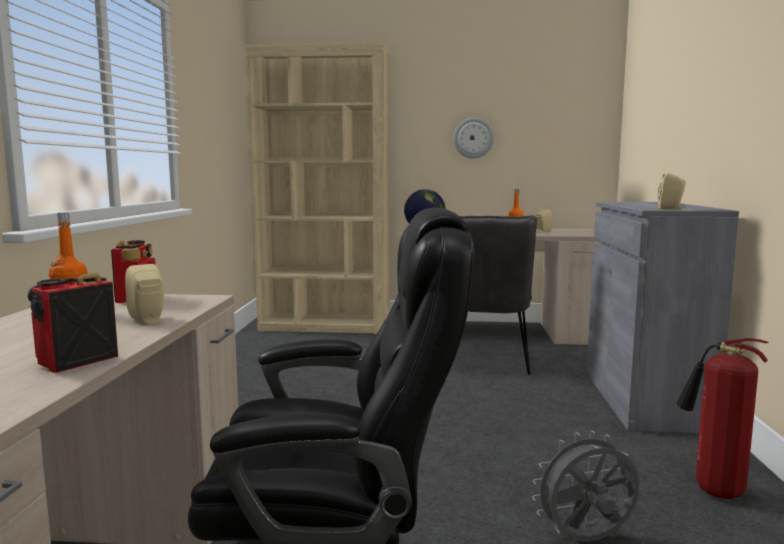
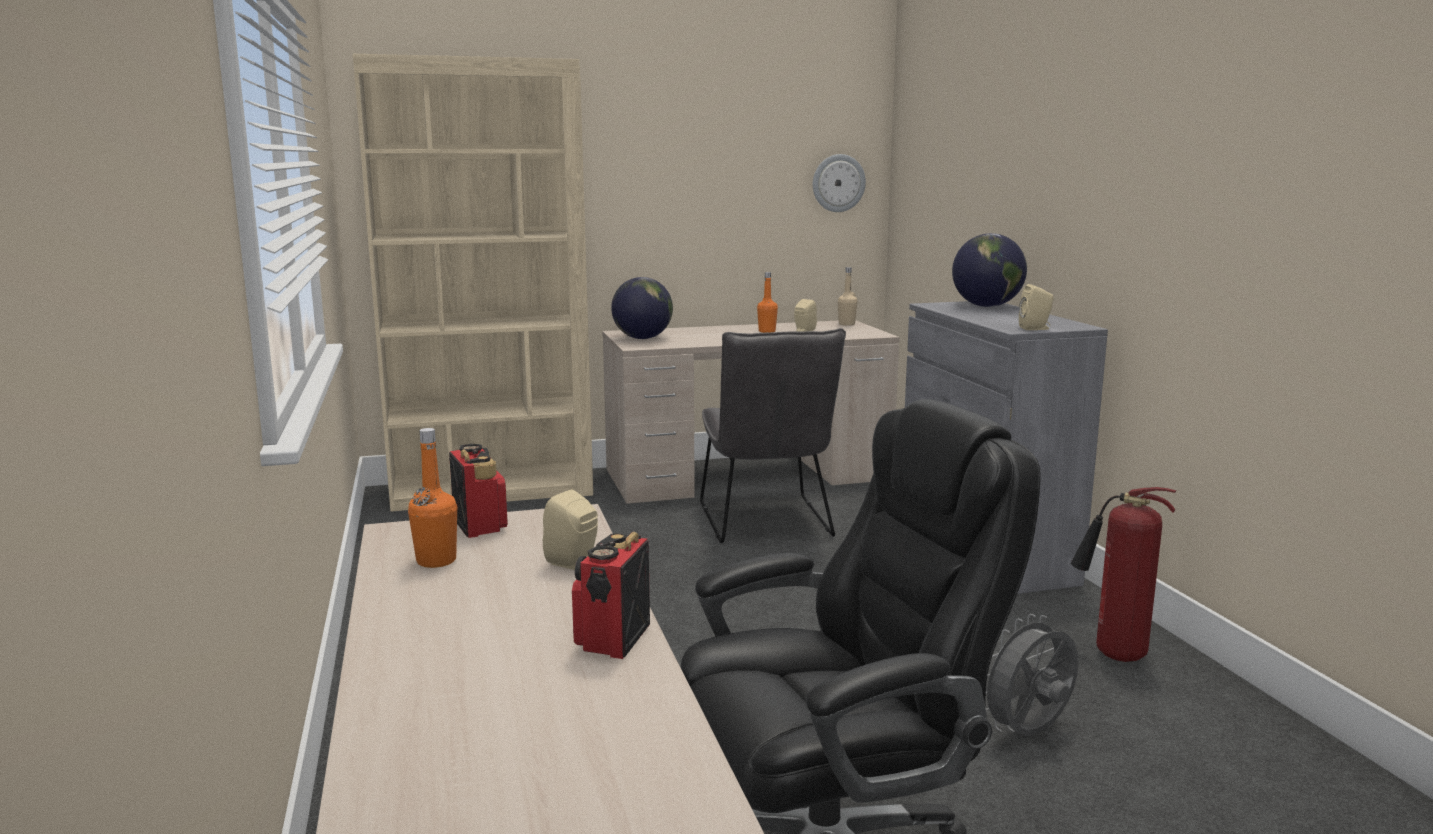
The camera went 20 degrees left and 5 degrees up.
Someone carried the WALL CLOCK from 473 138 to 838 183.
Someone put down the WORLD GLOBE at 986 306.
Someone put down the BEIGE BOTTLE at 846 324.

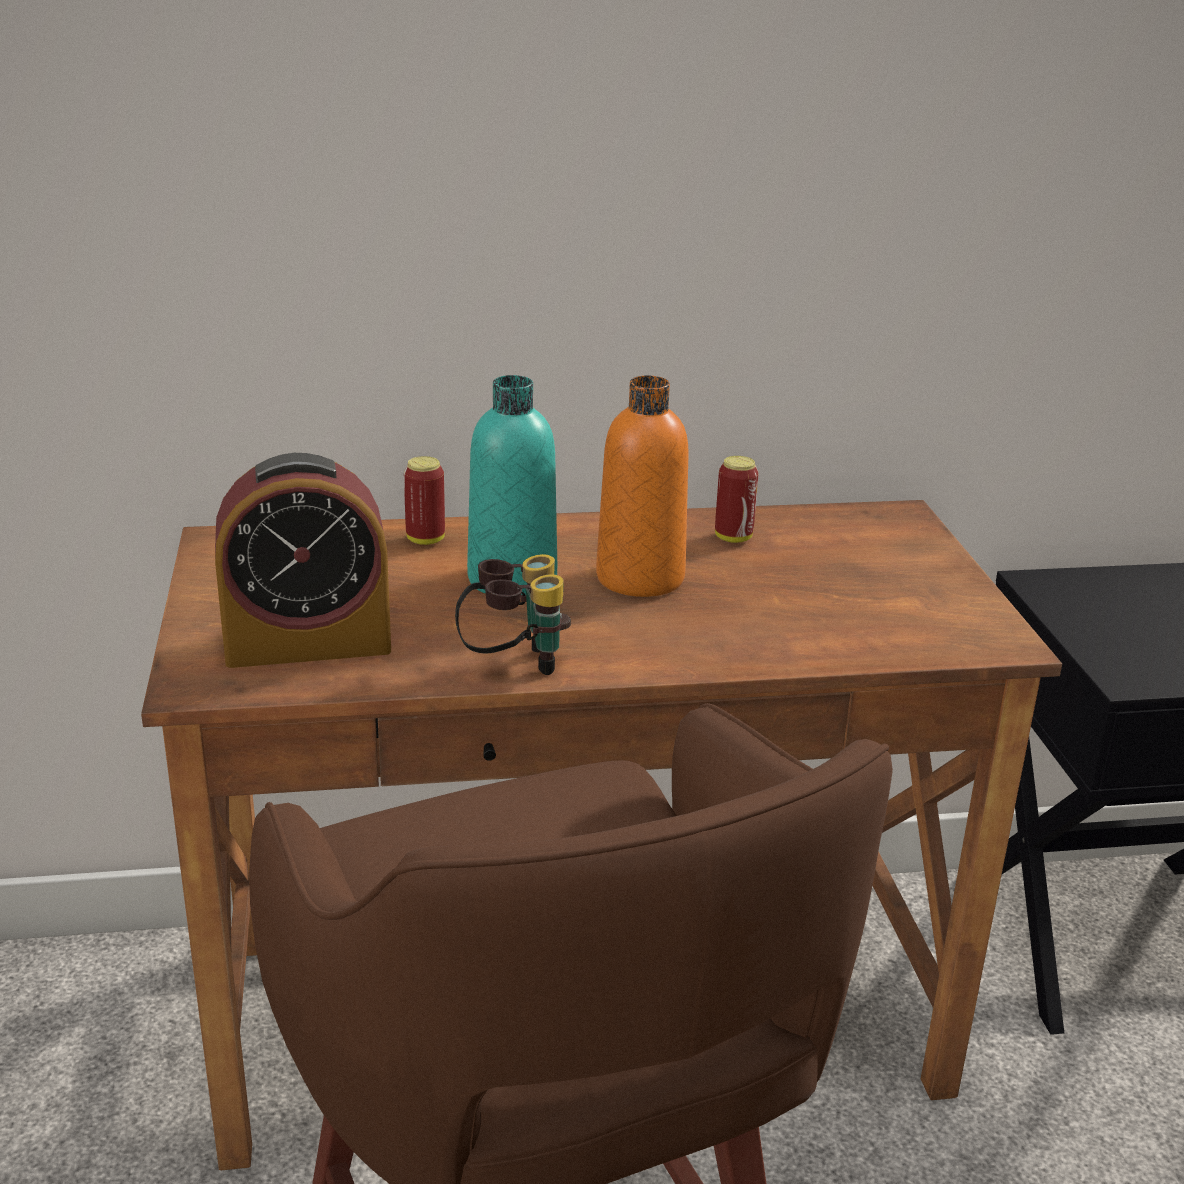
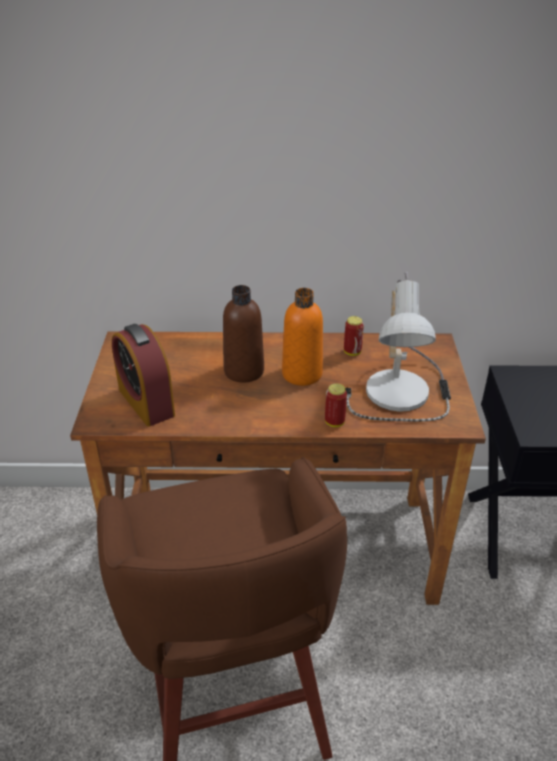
The camera went 10 degrees right and 10 degrees up.
Someone repainted the BLUE-GREEN BOTTLE at 512 579, which became the BROWNISH BOTTLE at 244 371.
Someone rotated the BEDSIDE CLOCK at 307 643 by 60 degrees clockwise.
Someone carried the METAL CAN from 425 539 to 334 422.
Someone took away the PAIR OF BINOCULARS at 513 664.
Someone put down the TABLETOP LAMP at 404 394.

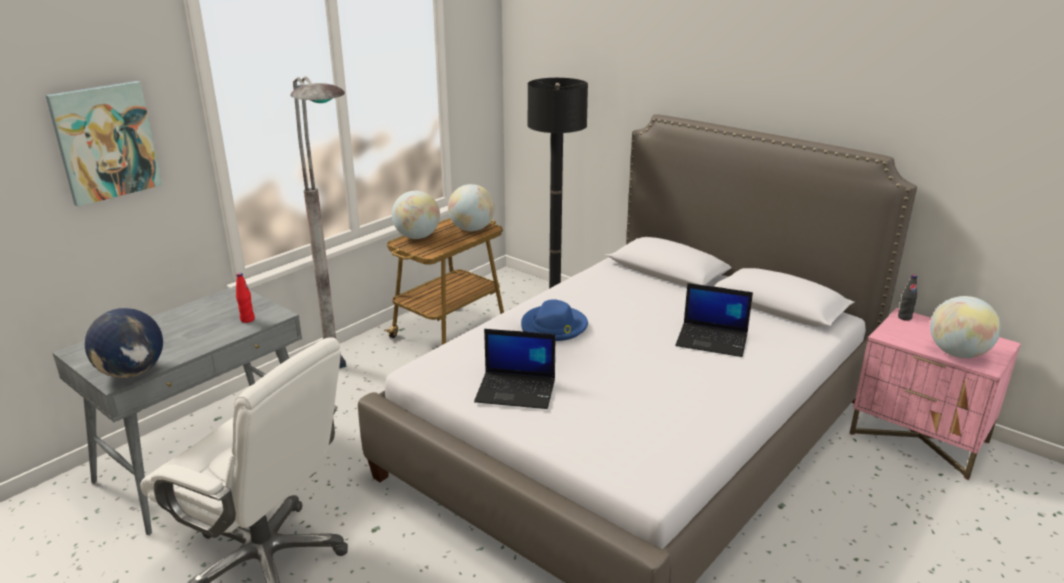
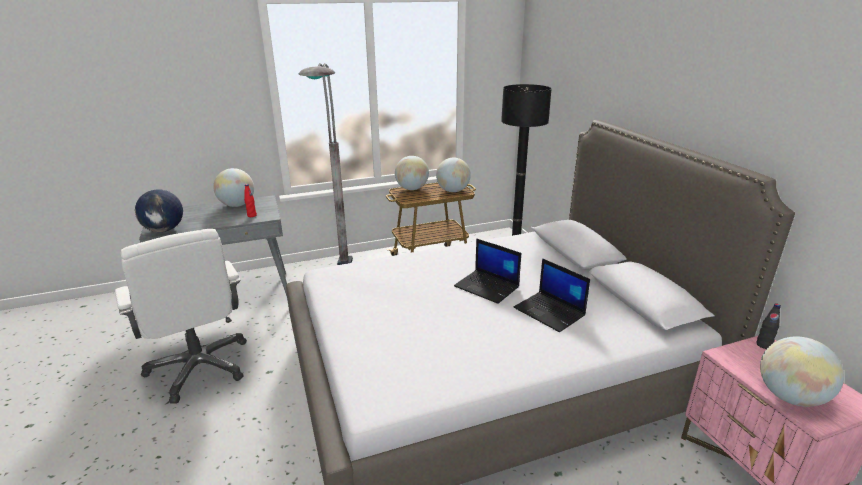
The camera went 30 degrees right and 0 degrees up.
Someone took away the PICTURE at 105 142.
Someone took away the BLUE-COLOURED WEARABLE HAT at 554 326.
Someone carried the PORTABLE COMPUTER from 517 390 to 487 287.
Someone put down the WORLD GLOBE at 237 205.

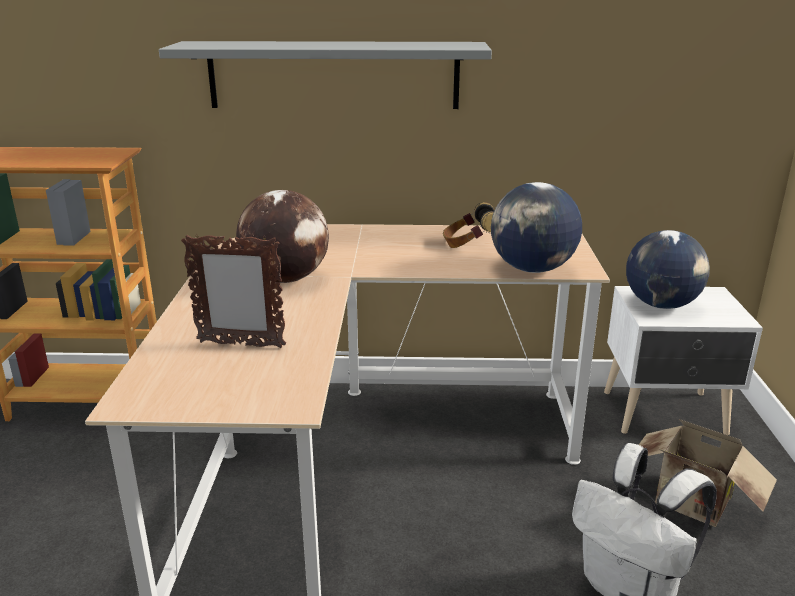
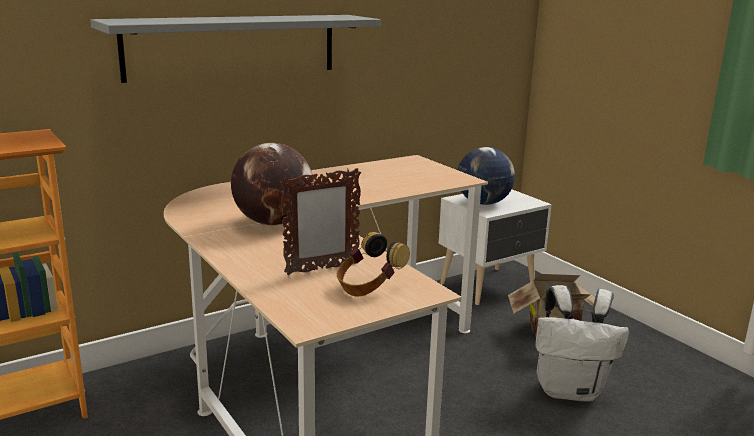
The camera went 35 degrees left and 5 degrees down.
Someone took away the WORLD GLOBE at 531 269.
Someone carried the HEADSET from 469 245 to 369 287.

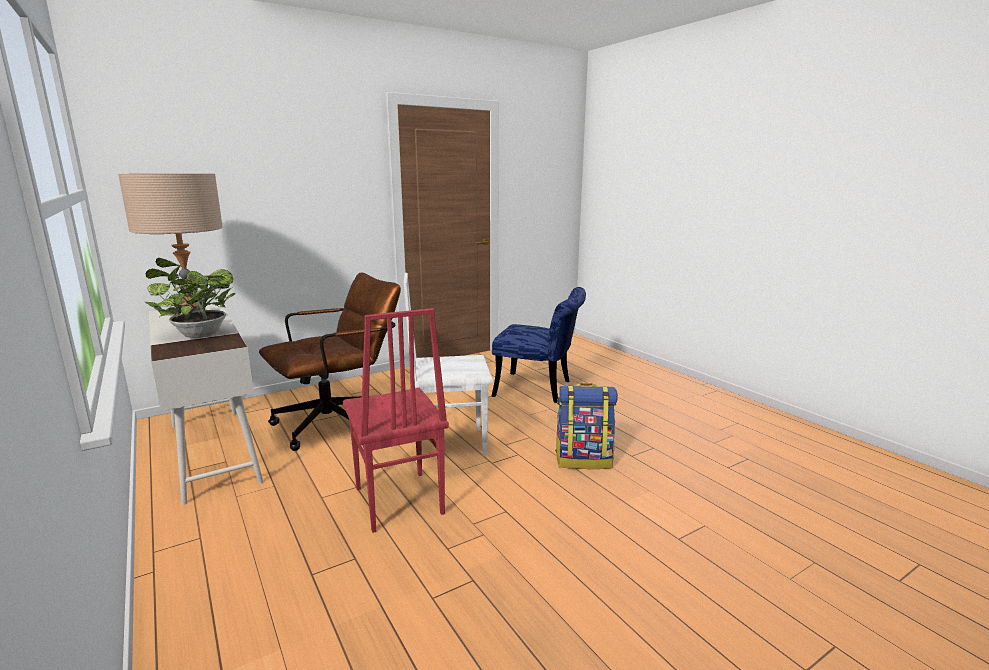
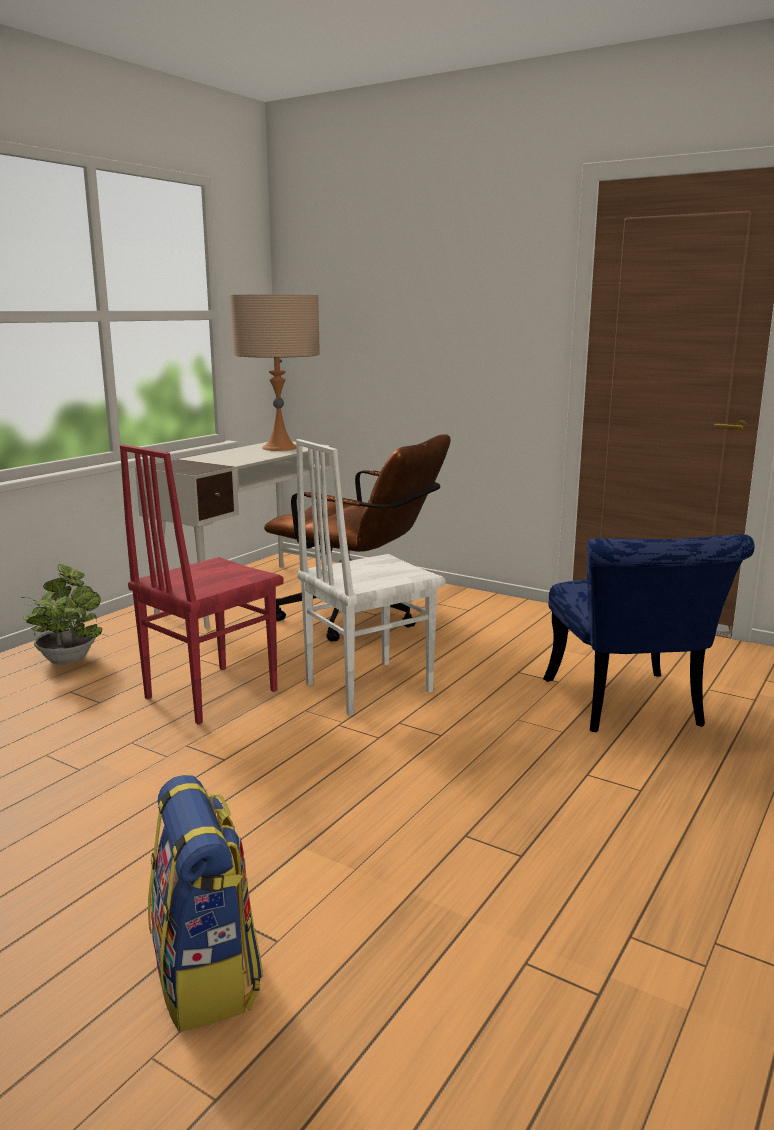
The camera went 65 degrees right and 0 degrees up.
Someone carried the HOUSEPLANT from 197 335 to 68 658.
Someone rotated the WHITE-COLOURED PLAIN CHAIR at 449 443 by 90 degrees counterclockwise.
Someone carried the KNAPSACK from 584 460 to 207 975.

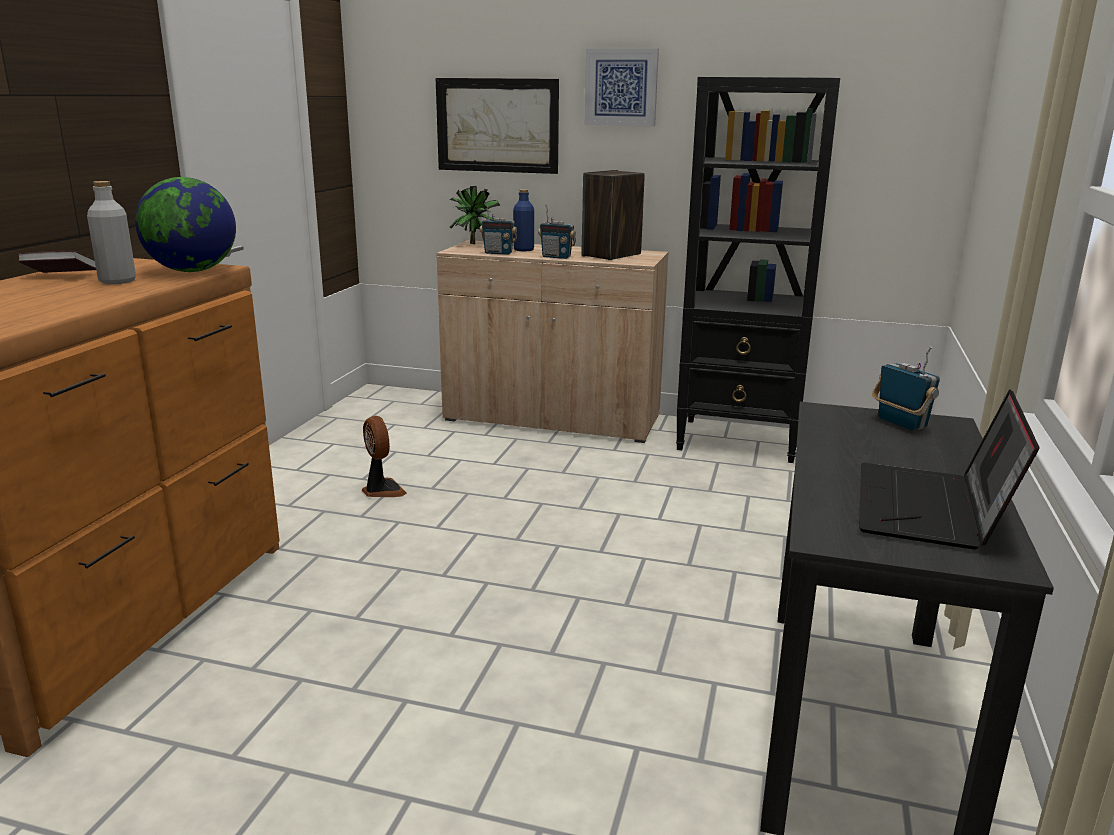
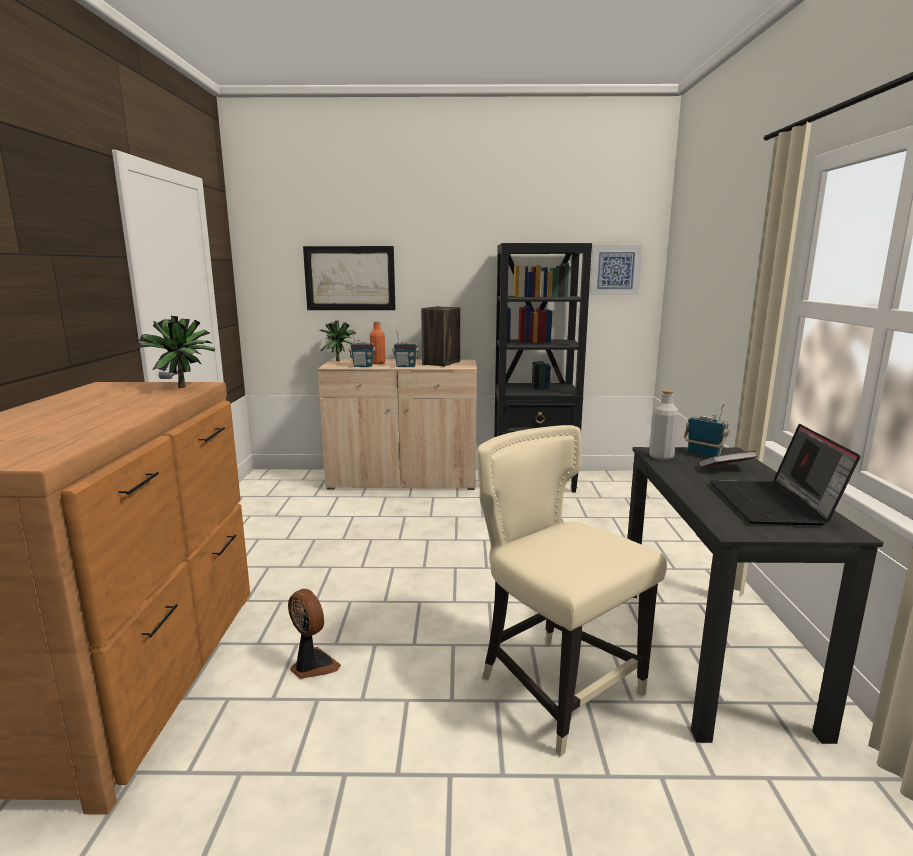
The camera went 15 degrees left and 5 degrees down.
Someone carried the PICTURE from 621 87 to 615 270.
Someone swapped the WORLD GLOBE at 192 271 for the HOUSEPLANT at 184 388.
Someone carried the GRAY BOTTLE from 117 281 to 661 456.
Someone repainted the BLUE-COLOURED BOTTLE at 523 250, which became the ORANGE BOTTLE at 378 363.
Someone carried the BOOK from 62 276 to 725 469.
Someone carried the ELECTRIC FAN from 382 490 to 312 666.
Someone put down the BEIGE PLAIN CHAIR at 556 687.

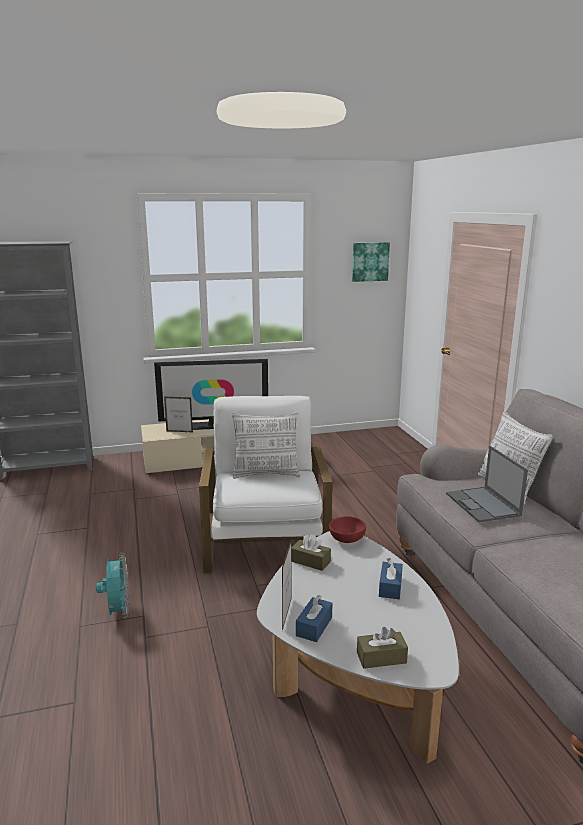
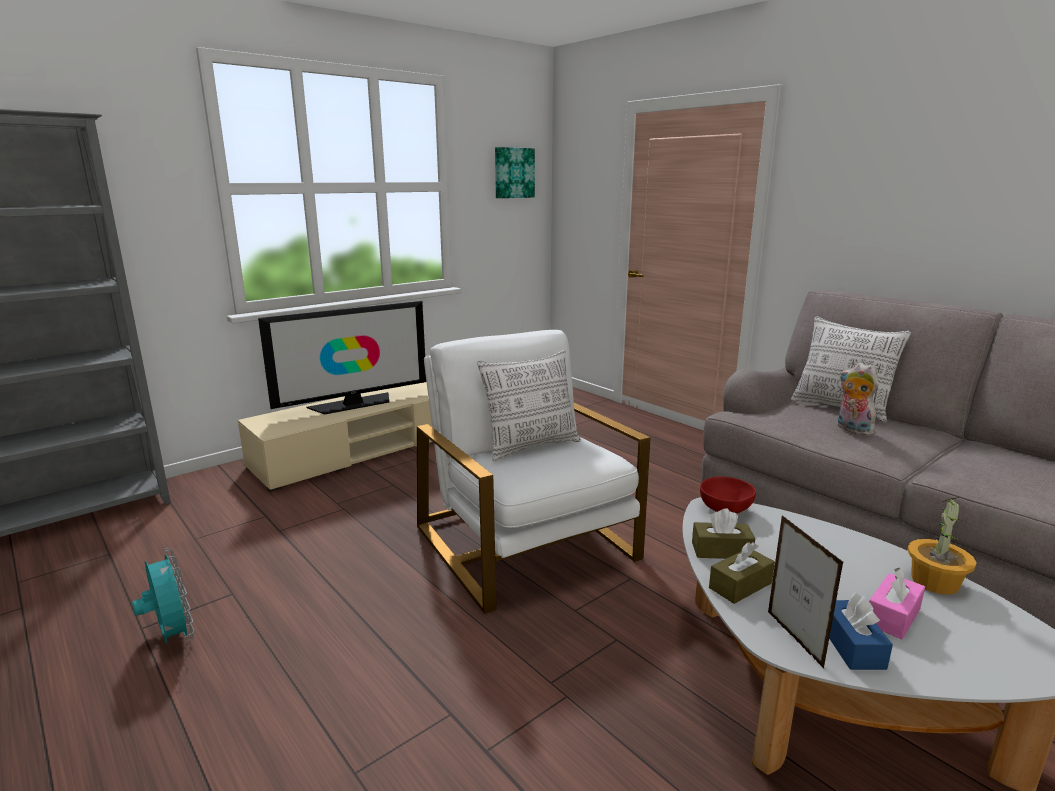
The camera went 25 degrees left and 0 degrees up.
Someone took away the STANDING FRAME at 179 432.
Someone swapped the PORTABLE COMPUTER at 483 505 for the PLUSH TOY at 852 430.
Someone carried the BLUE-GREEN ELECTRIC FAN from 118 612 to 173 637.
Someone took away the BLUE-COLOURED TISSUE HOLDER at 390 587.
Someone carried the BROWNISH TISSUE HOLDER from 381 658 to 740 585.
Someone put down the HOUSEPLANT at 935 582.
Someone put down the PINKISH TISSUE HOLDER at 892 616.

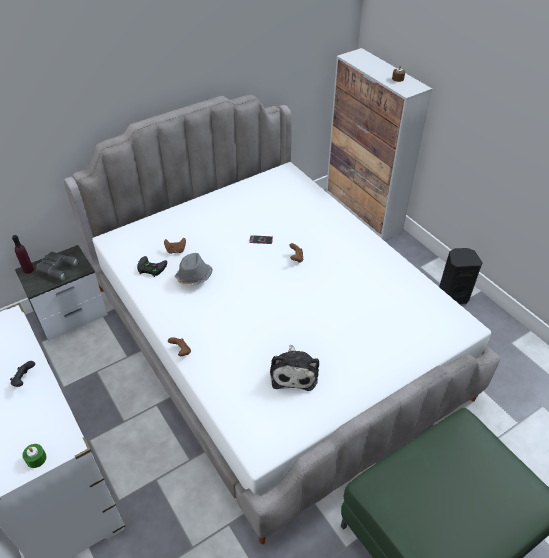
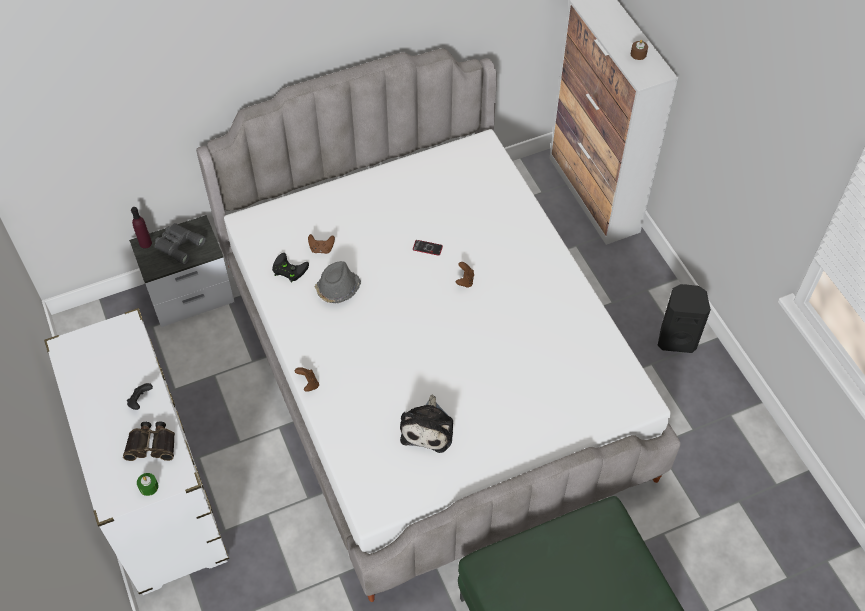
The camera went 10 degrees right and 10 degrees up.
Someone put down the PAIR OF BINOCULARS at 152 444.

